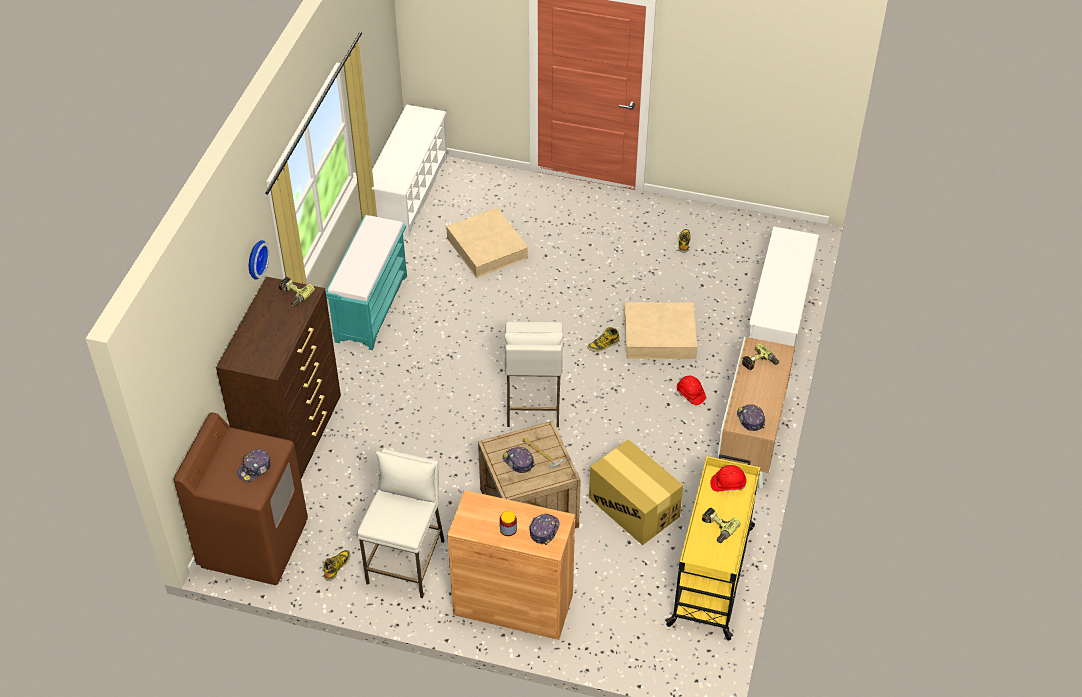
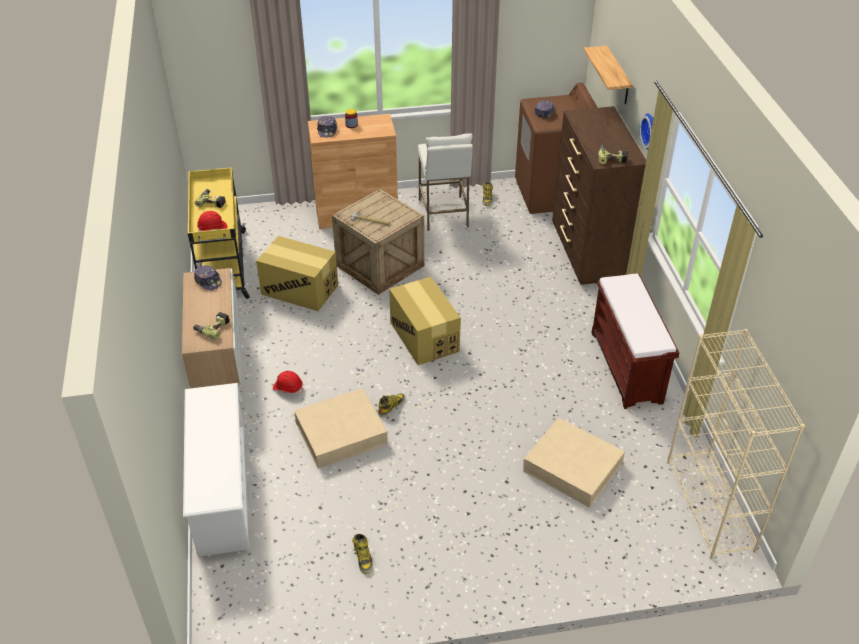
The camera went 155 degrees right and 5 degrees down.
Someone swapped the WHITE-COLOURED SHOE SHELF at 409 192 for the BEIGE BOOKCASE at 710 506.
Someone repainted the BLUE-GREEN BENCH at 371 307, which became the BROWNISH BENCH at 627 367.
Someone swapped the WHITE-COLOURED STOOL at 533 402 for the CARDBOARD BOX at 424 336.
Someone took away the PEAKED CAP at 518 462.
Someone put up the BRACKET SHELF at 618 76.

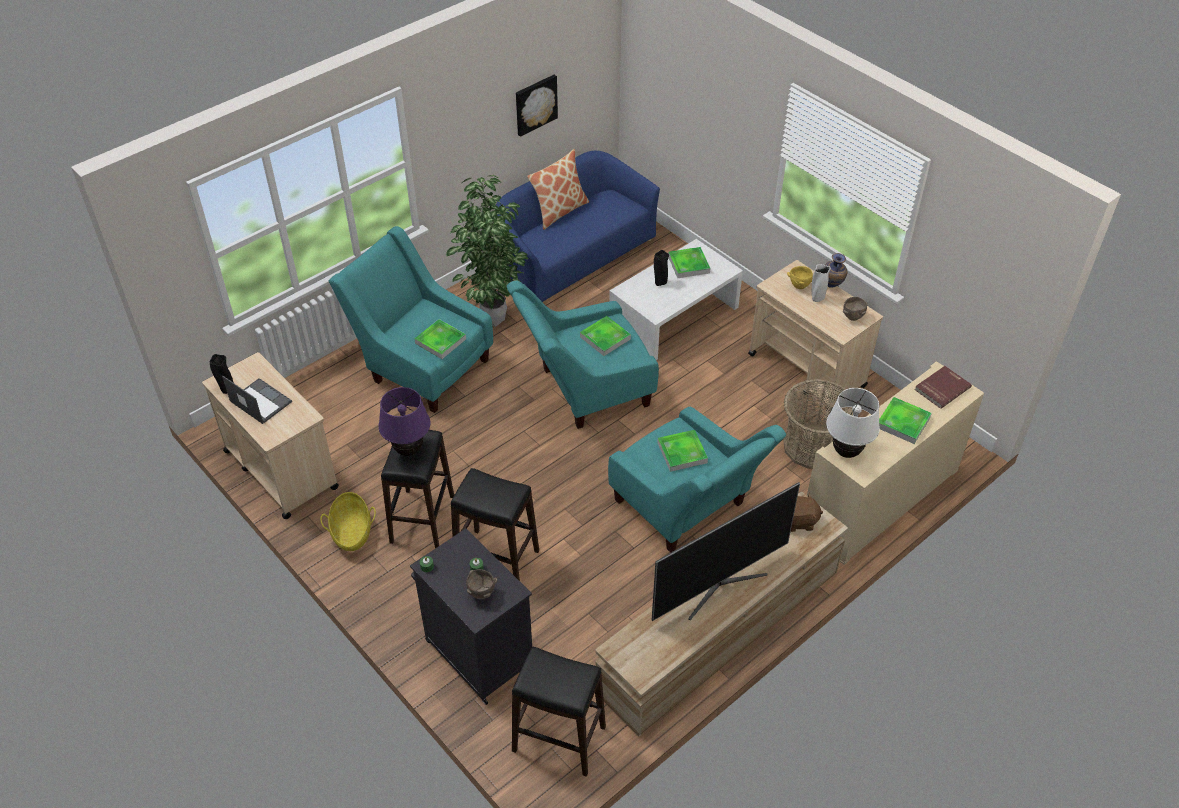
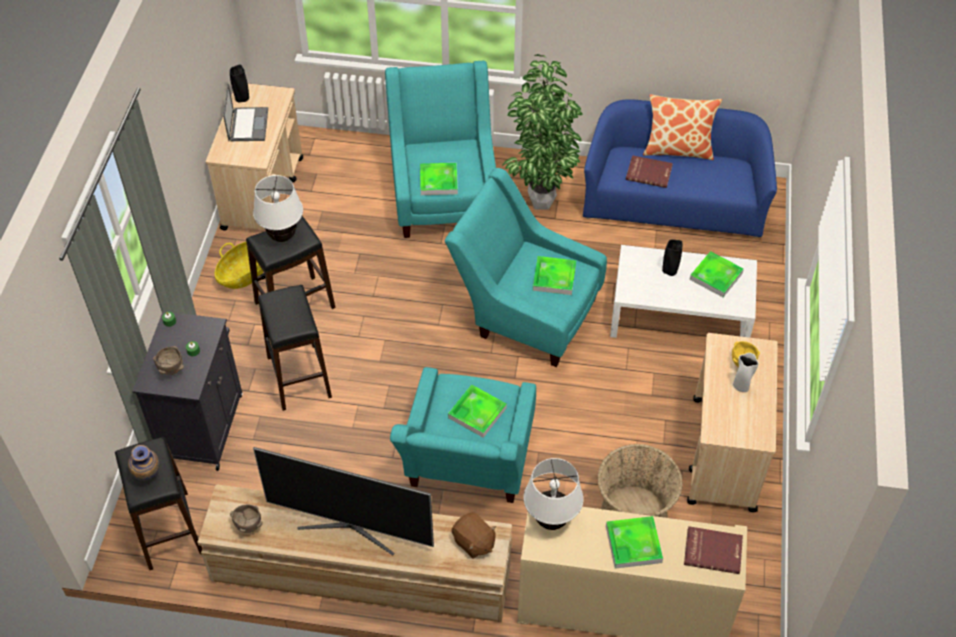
The camera went 50 degrees right and 5 degrees up.
Someone took away the PICTURE at 535 104.
Someone carried the FLOWER VASE from 832 287 to 148 477.
Someone carried the BROWNISH SERVING BOWL from 853 317 to 249 526.
Someone repainted the PURPLE-COLOURED TABLETOP LAMP at 408 450, which became the WHITE-COLOURED TABLETOP LAMP at 282 236.
Someone put down the REDDISH BOOK at 649 172.

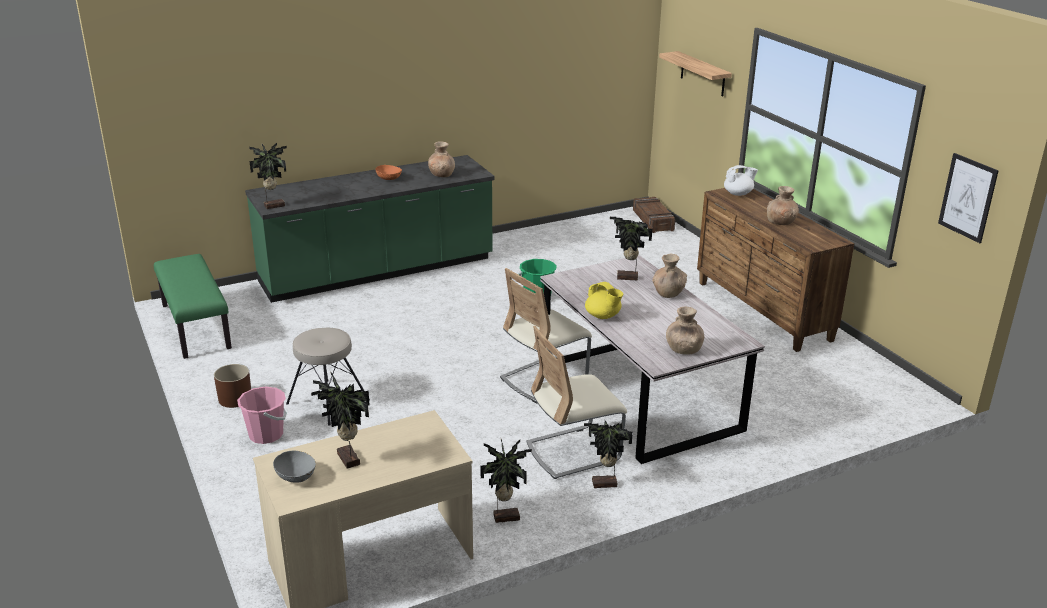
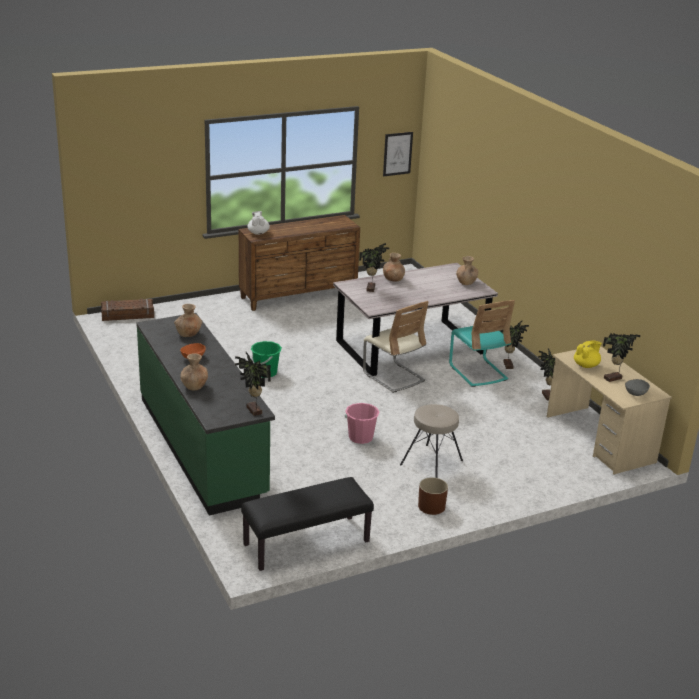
The camera went 90 degrees left and 0 degrees up.
Someone took away the BRACKET SHELF at 702 74.
Someone carried the BROWNISH FLOWER VASE from 781 222 to 194 386.
Someone repainted the GREEN-COLOURED BENCH at 195 326, which became the BLACK BENCH at 306 544.
Someone carried the YELLOW POT FOR TEA from 603 316 to 586 365.
Someone repainted the BEIGE PLAIN CHAIR at 573 452, which became the BLUE-GREEN PLAIN CHAIR at 477 372.
Someone carried the PINKISH PAIL from 266 435 to 360 437.

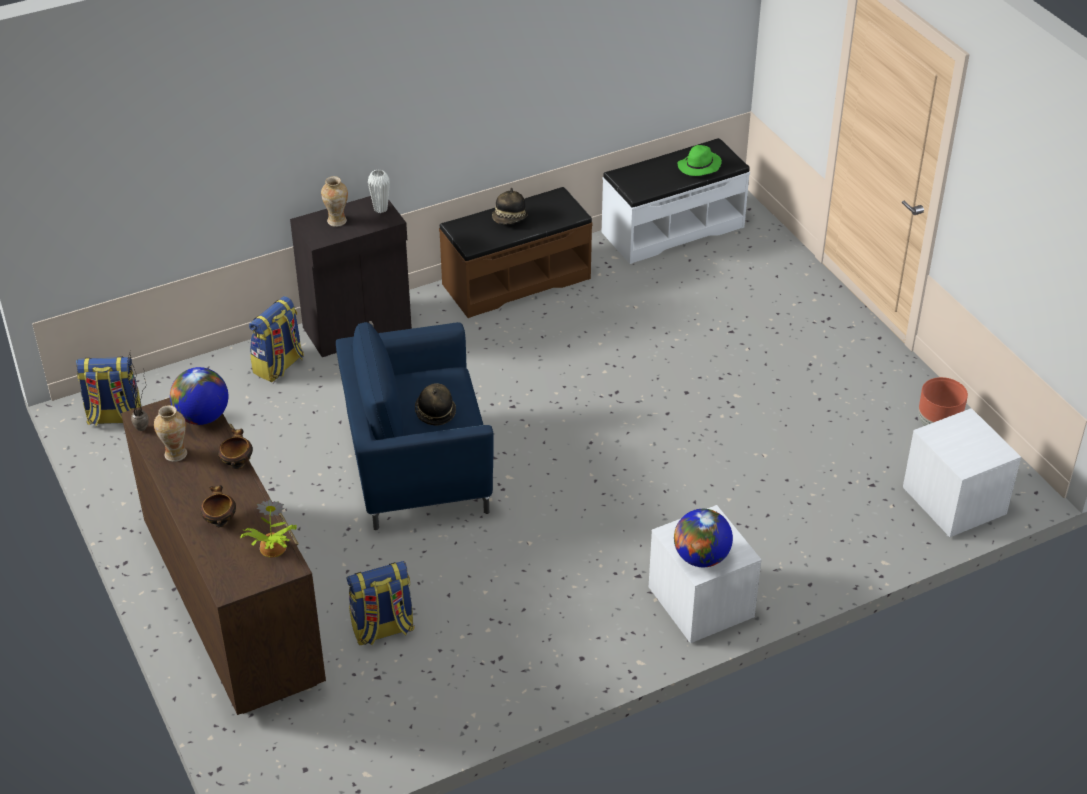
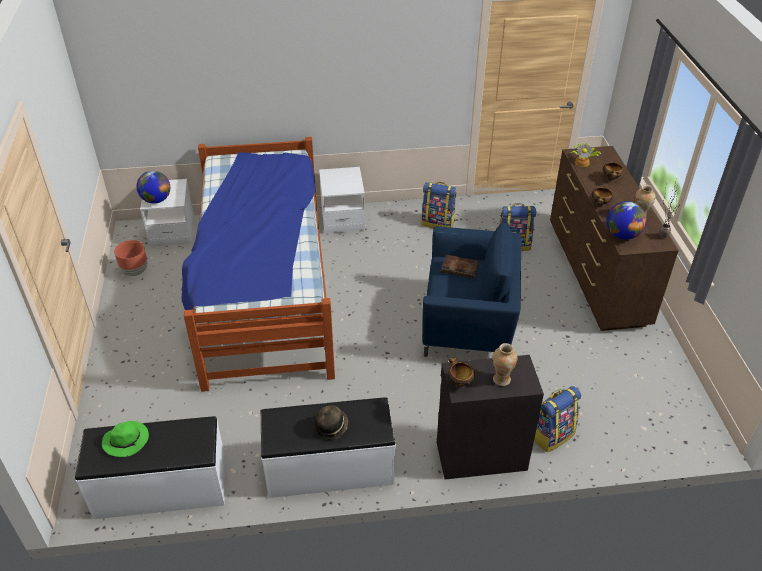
The camera went 160 degrees left and 0 degrees up.
Someone swapped the WHITE-COLOURED FLOWER VASE at 380 209 for the SERVING BOWL at 459 382.
Someone repainted the BROWNISH BENCH at 516 281, which became the WHITE-COLOURED BENCH at 329 468.
Someone carried the KNAPSACK from 114 417 to 438 222.
Someone swapped the WEARABLE HAT at 435 412 for the BOOK at 461 268.
Someone carried the WORLD GLOBE from 701 557 to 156 200.
Someone put down the SLEEPING BED at 264 288.

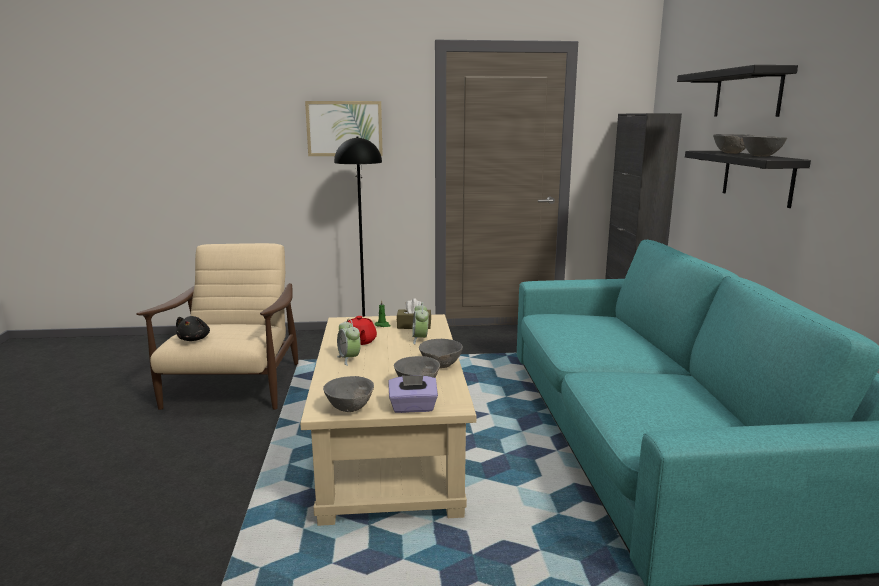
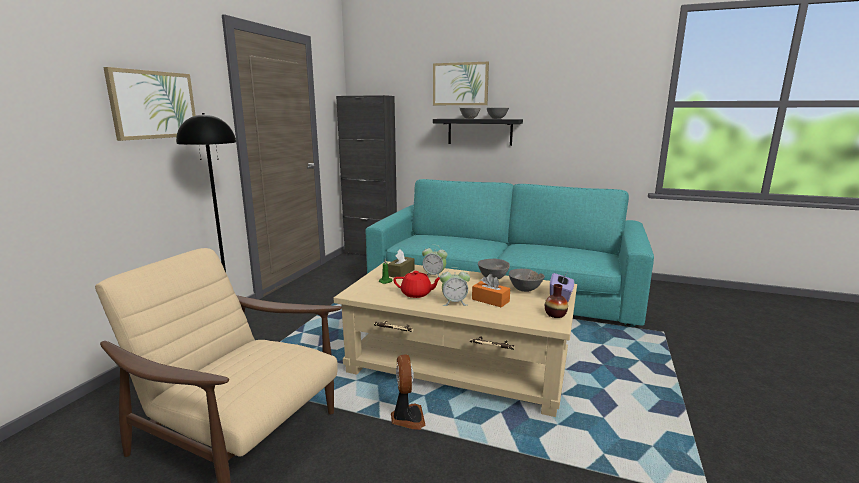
The camera went 65 degrees left and 0 degrees up.
Someone swapped the BLACK BRACKET SHELF at 747 93 for the PICTURE at 460 84.
Someone took away the BLACK PLUSH TOY at 194 339.
Someone swapped the GRAY SERVING BOWL at 350 409 for the FLOWER VASE at 555 314.
Someone put down the ORANGE TISSUE HOLDER at 490 300.
Someone put down the ELECTRIC FAN at 407 417.

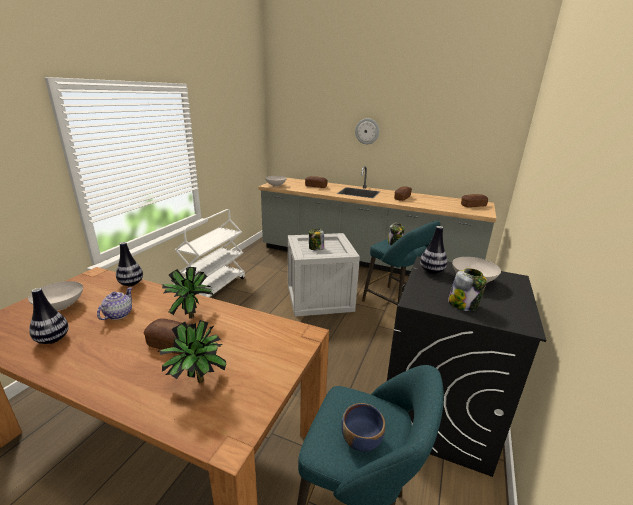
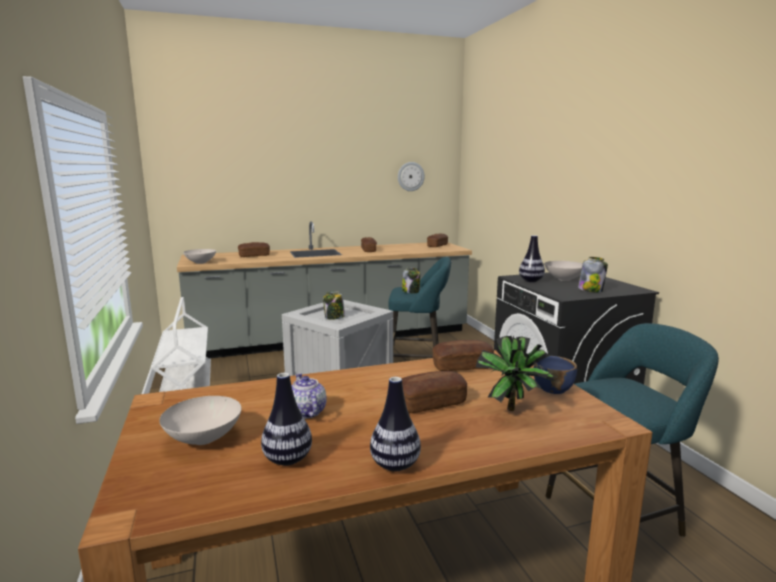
The camera went 40 degrees left and 10 degrees down.
Someone carried the WALL CLOCK from 367 131 to 410 176.
Someone carried the FLOWER VASE from 131 283 to 395 465.
Someone took away the HOUSEPLANT at 191 315.
Someone carried the BLUE-COLOURED SERVING BOWL from 361 440 to 553 388.
Someone put down the BAKED BREAD at 462 366.

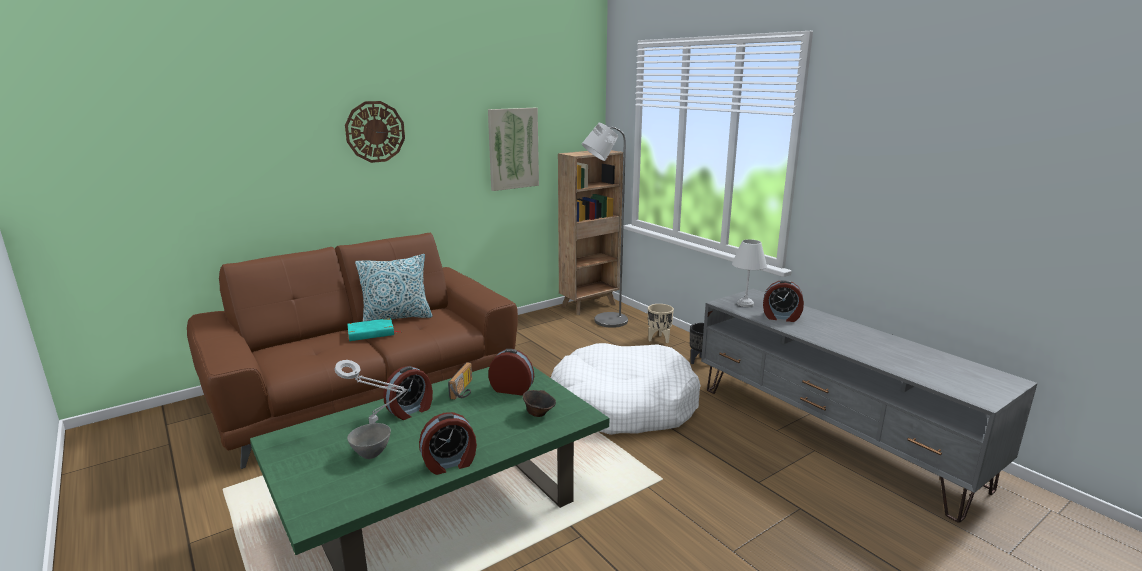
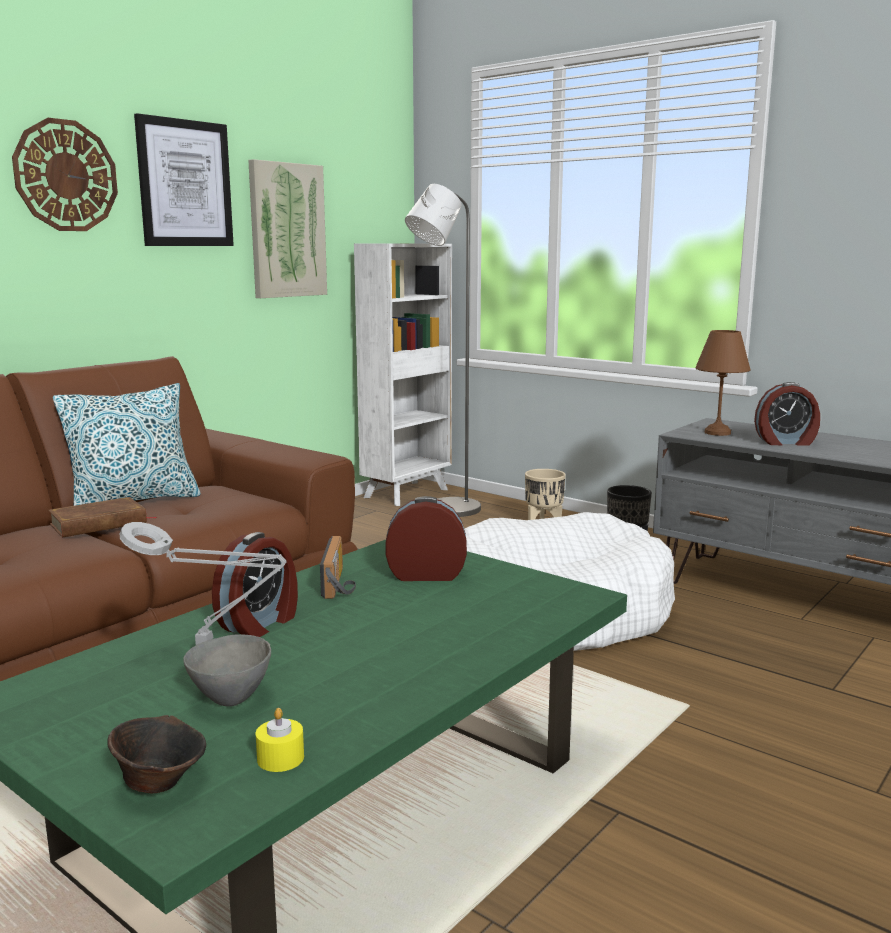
The camera went 15 degrees left and 5 degrees down.
Someone repainted the BROWNISH BOOKCASE at 589 305, which became the WHITE-COLOURED BOOKCASE at 407 493.
Someone repainted the WHITE-COLOURED TABLETOP LAMP at 744 304, which became the BROWNISH TABLETOP LAMP at 716 432.
Someone repainted the BLUE-GREEN BOOK at 371 333, which became the BROWNISH BOOK at 99 523.
Someone carried the BROWNISH SERVING BOWL from 539 413 to 160 782.
Someone took away the BEDSIDE CLOCK at 449 464.
Someone put up the PICTURE at 185 183.
Someone put down the YELLOW WAX CANDLE at 280 758.

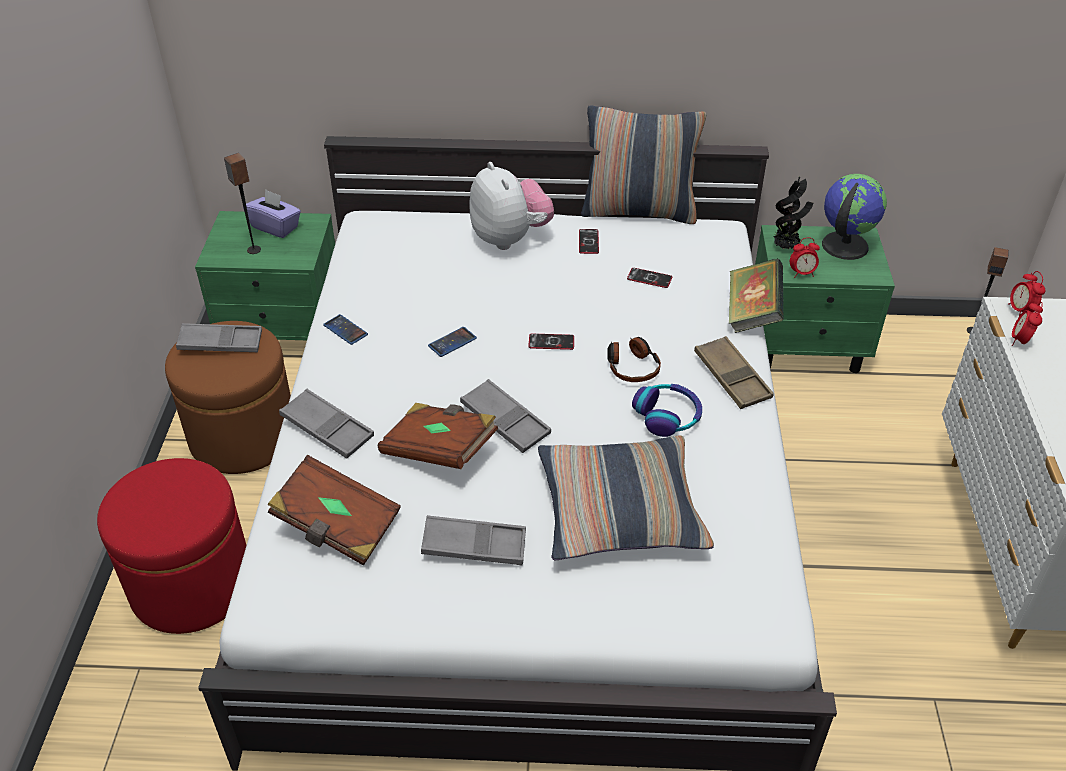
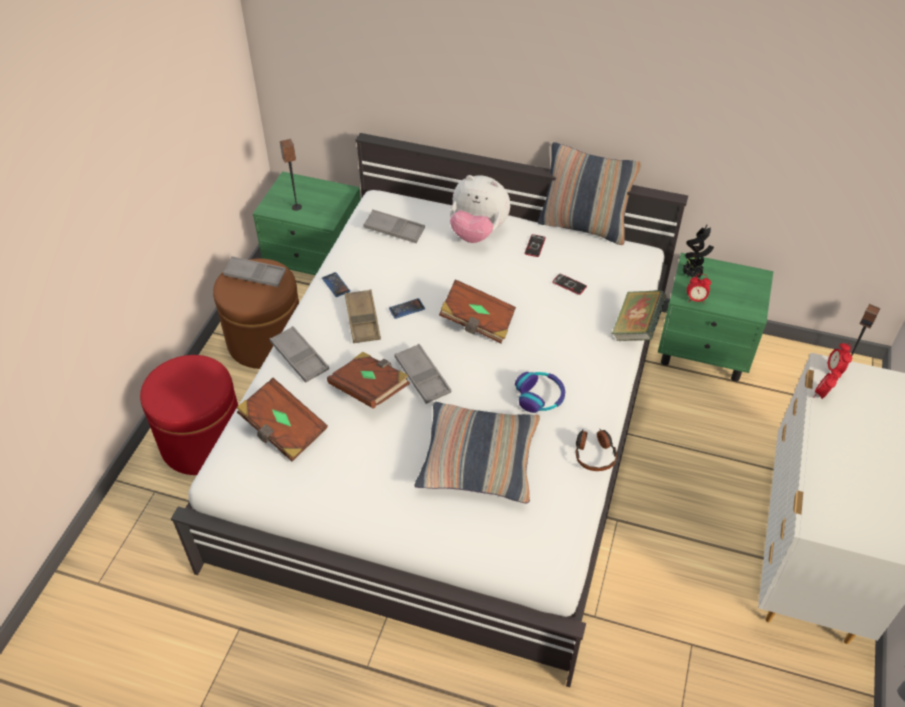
The camera went 15 degrees right and 5 degrees up.
Someone rotated the PLUSH TOY at 510 238 by 120 degrees clockwise.
Someone took away the WORLD GLOBE at 844 245.
Someone took away the PURPLE-COLOURED TISSUE HOLDER at 275 227.
Someone swapped the HANDSET at 551 342 for the BROWNISH BOOK at 477 322.
Someone carried the BROWNISH SERVING TRAY from 732 377 to 362 320.
Someone carried the HEADSET from 631 366 to 594 453.
Someone carried the GRAY SERVING TRAY from 474 546 to 394 230.

